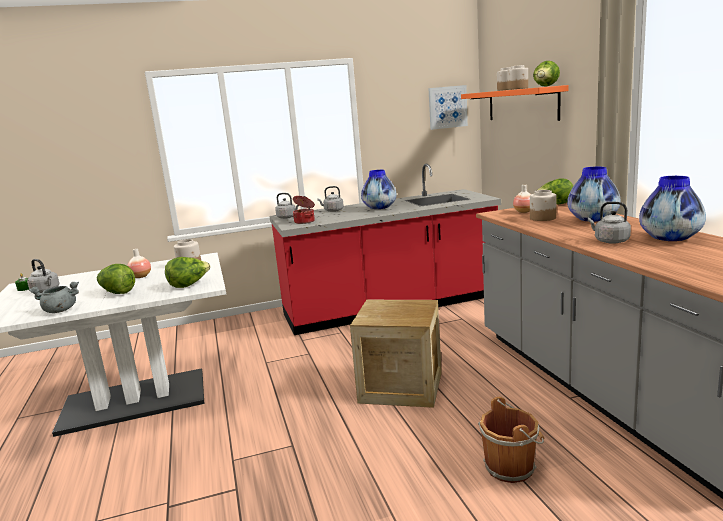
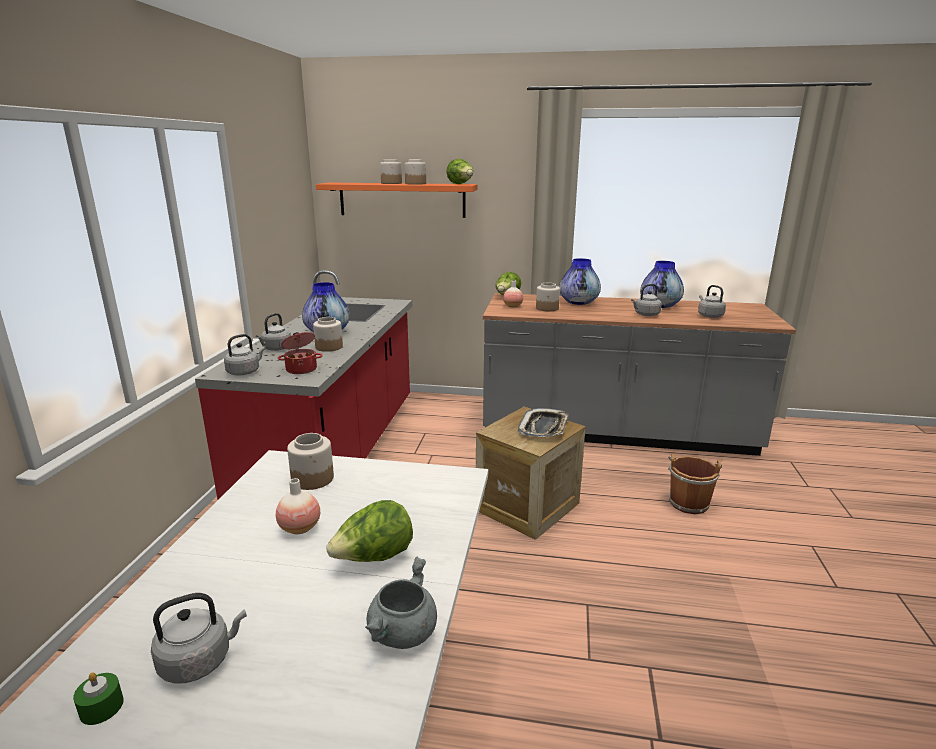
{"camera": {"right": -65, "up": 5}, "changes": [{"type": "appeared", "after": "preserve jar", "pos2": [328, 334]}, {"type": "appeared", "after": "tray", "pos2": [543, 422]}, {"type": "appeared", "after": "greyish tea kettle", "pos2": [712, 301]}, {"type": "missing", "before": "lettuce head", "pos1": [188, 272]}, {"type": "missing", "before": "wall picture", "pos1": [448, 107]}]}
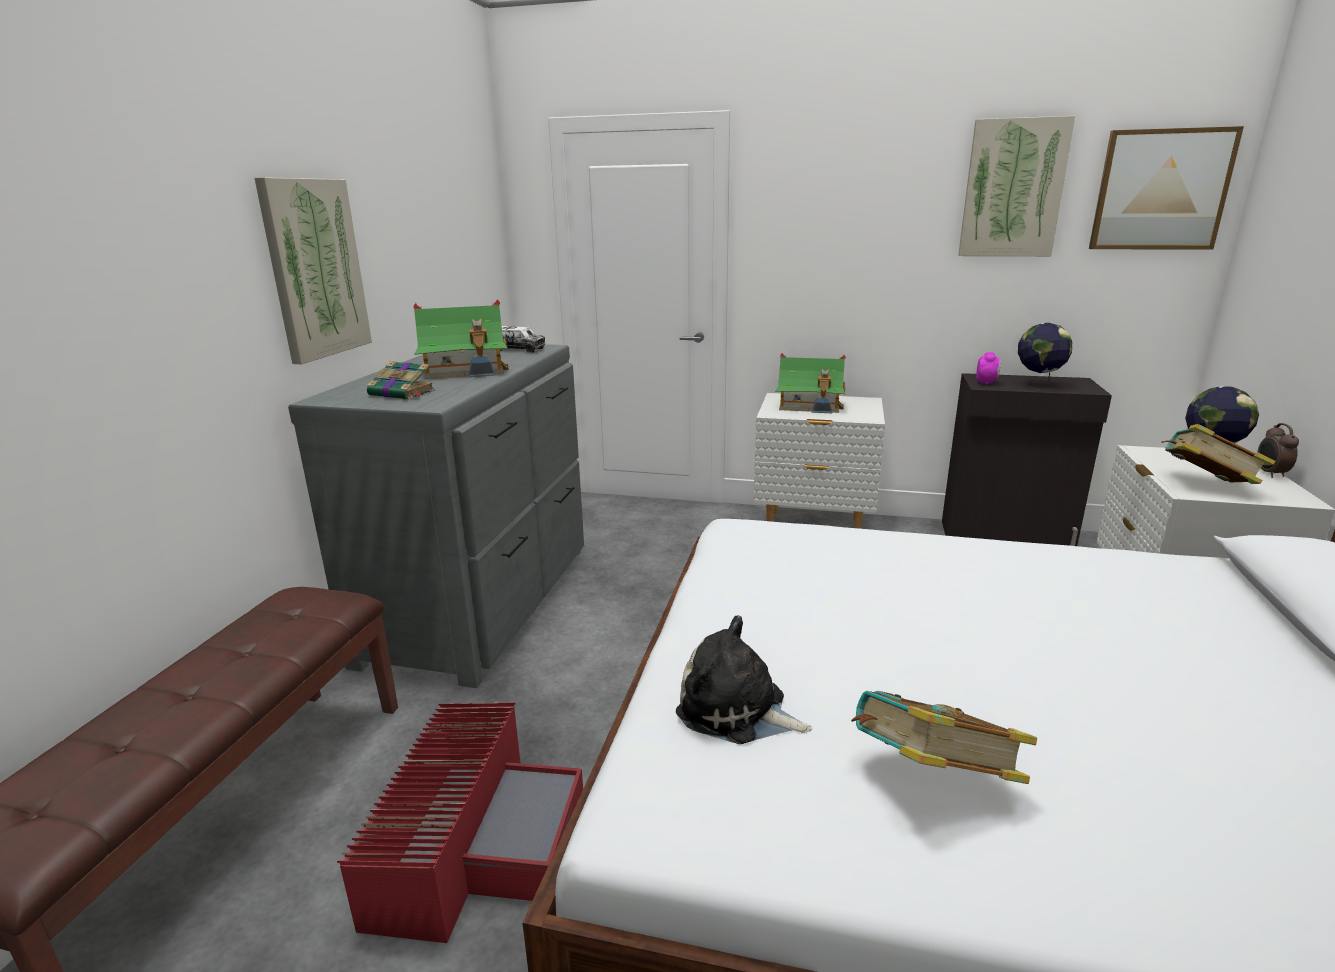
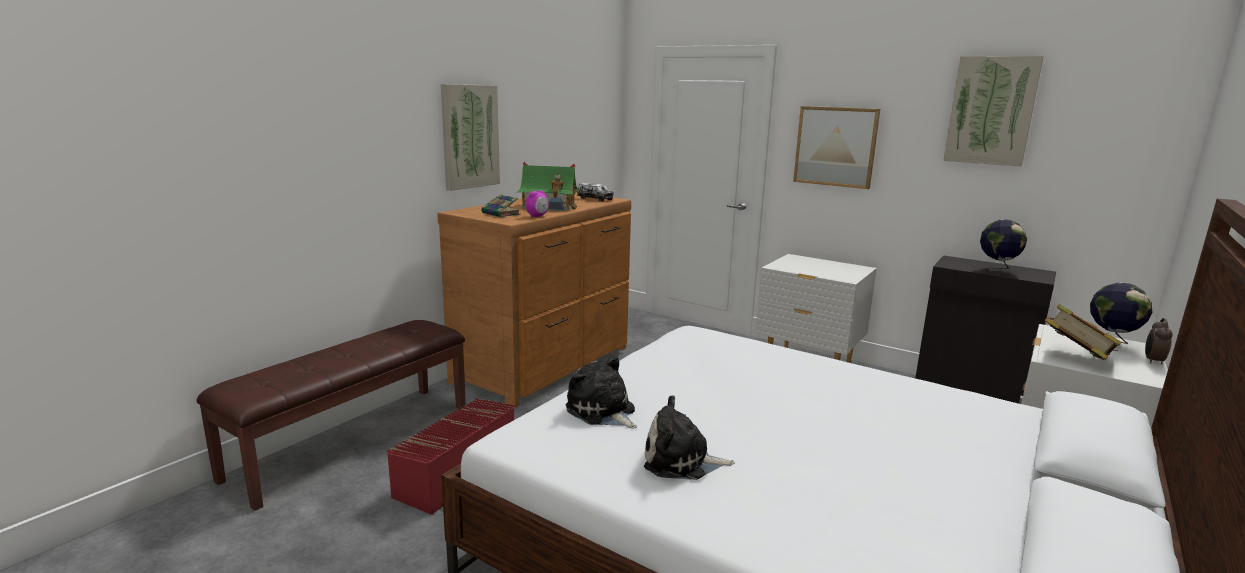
{"camera": {"right": 20, "up": -5}, "changes": [{"type": "colour", "before": "greyish drawer chest", "after": "brown-coloured drawer chest", "pos1": [436, 516], "pos2": [534, 300]}, {"type": "relocated", "before": "table clock", "pos1": [988, 368], "pos2": [537, 203]}, {"type": "exchanged", "before": "volume", "after": "soft toy", "pos1": [944, 737], "pos2": [689, 437]}, {"type": "relocated", "before": "wall picture", "pos1": [1166, 187], "pos2": [836, 147]}, {"type": "missing", "before": "toy house", "pos1": [810, 383]}]}
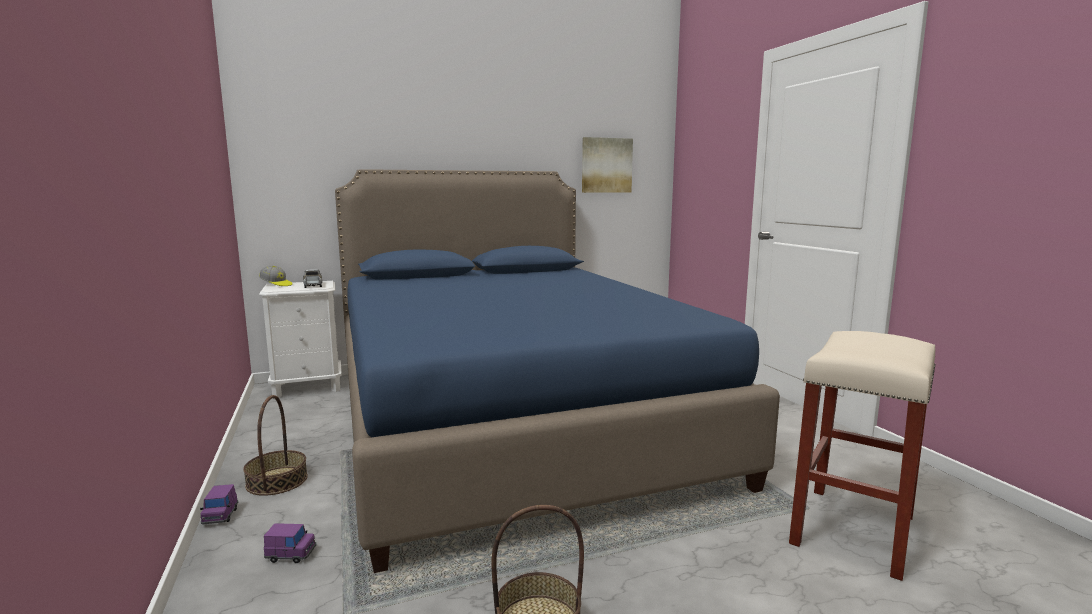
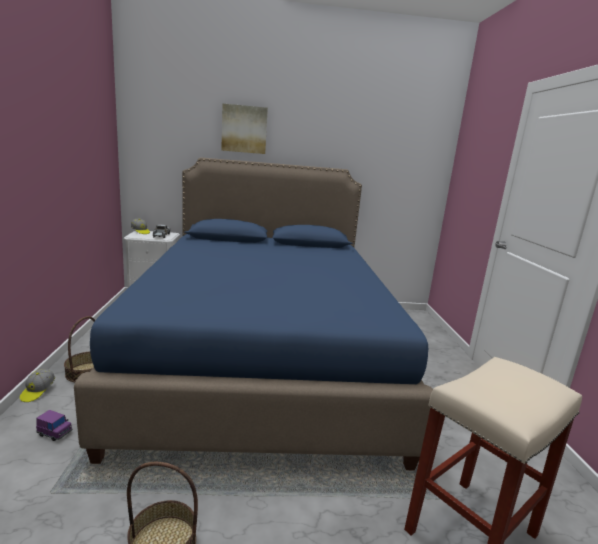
{"camera": {"right": 15, "up": 5}, "changes": [{"type": "exchanged", "before": "purple-coloured model car", "after": "peaked cap", "pos1": [219, 504], "pos2": [37, 385]}, {"type": "relocated", "before": "wall picture", "pos1": [607, 165], "pos2": [244, 129]}]}
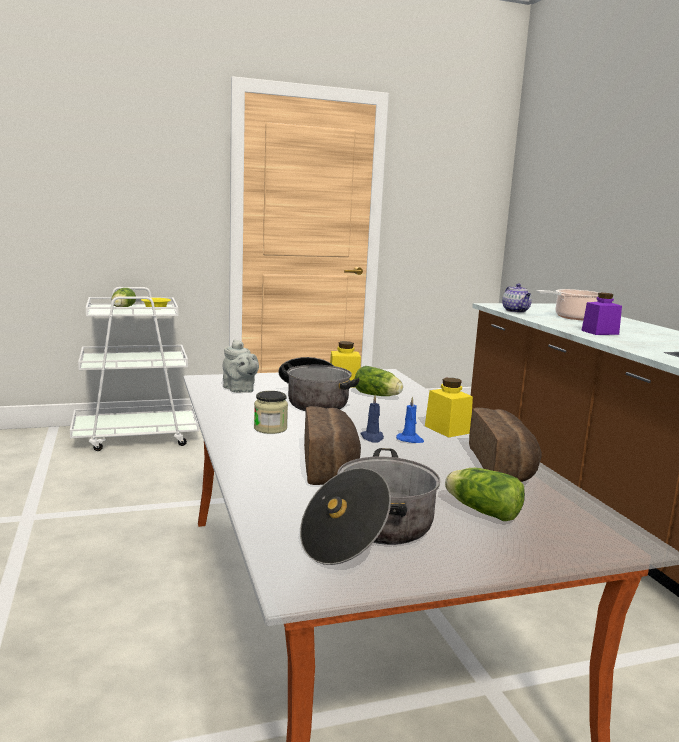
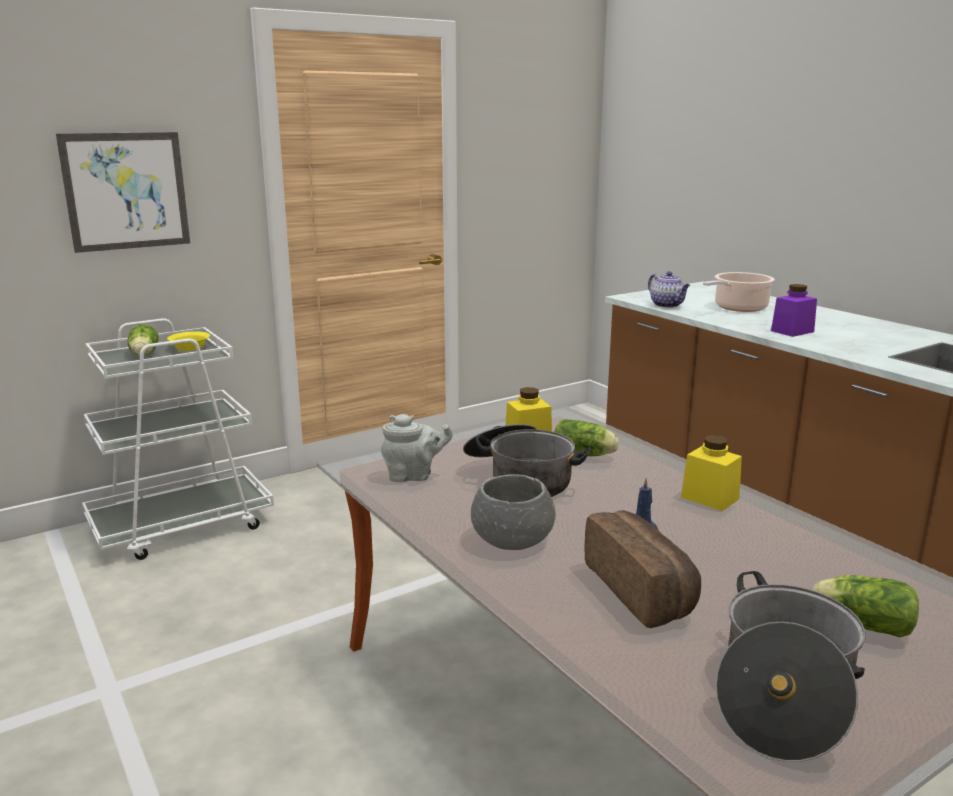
{"camera": {"right": -15, "up": 5}, "changes": [{"type": "appeared", "after": "wall picture", "pos2": [123, 192]}, {"type": "spun", "before": "greyish teapot", "pos1": [241, 366], "pos2": [417, 448], "turn": -45}, {"type": "exchanged", "before": "preserve jar", "after": "greyish bowl", "pos1": [271, 412], "pos2": [513, 512]}, {"type": "missing", "before": "blue-coloured candle", "pos1": [410, 420]}, {"type": "missing", "before": "baked bread", "pos1": [505, 445]}]}
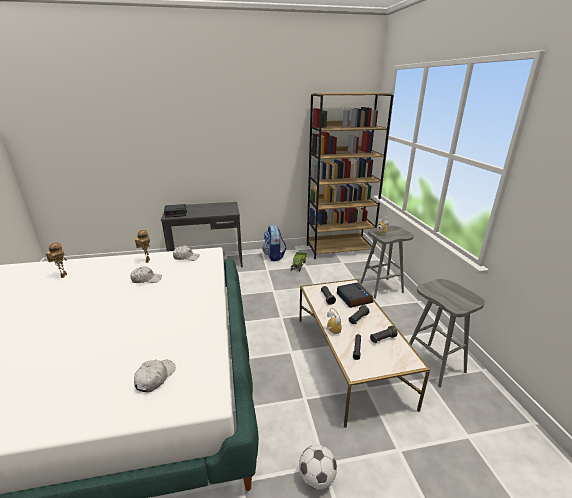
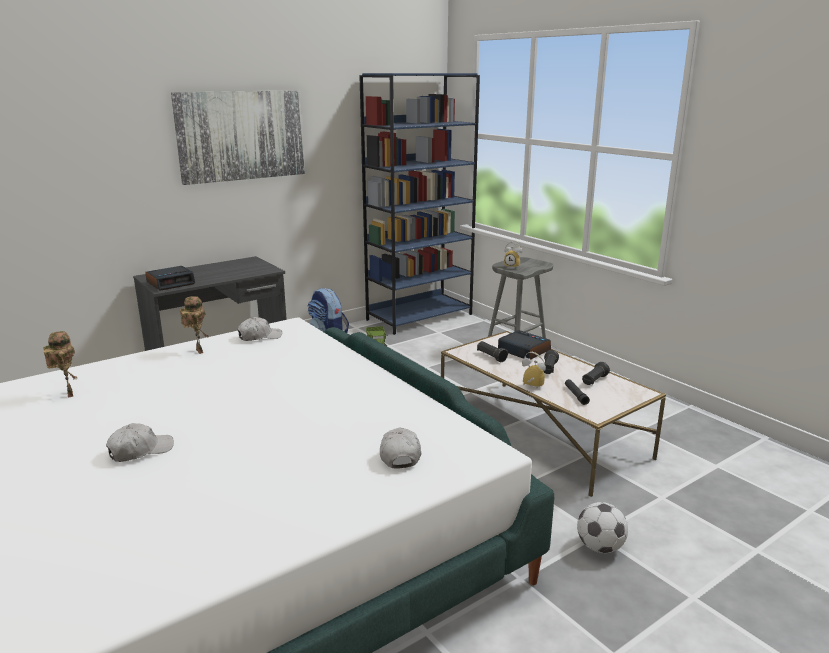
{"camera": {"right": -25, "up": -5}, "changes": [{"type": "relocated", "before": "white-coloured peaked cap", "pos1": [146, 274], "pos2": [140, 442]}, {"type": "appeared", "after": "wall picture", "pos2": [238, 137]}, {"type": "colour", "before": "brown-coloured shelving unit", "after": "blue-coloured shelving unit", "pos1": [350, 176], "pos2": [419, 204]}, {"type": "missing", "before": "greyish stool seat", "pos1": [447, 333]}]}
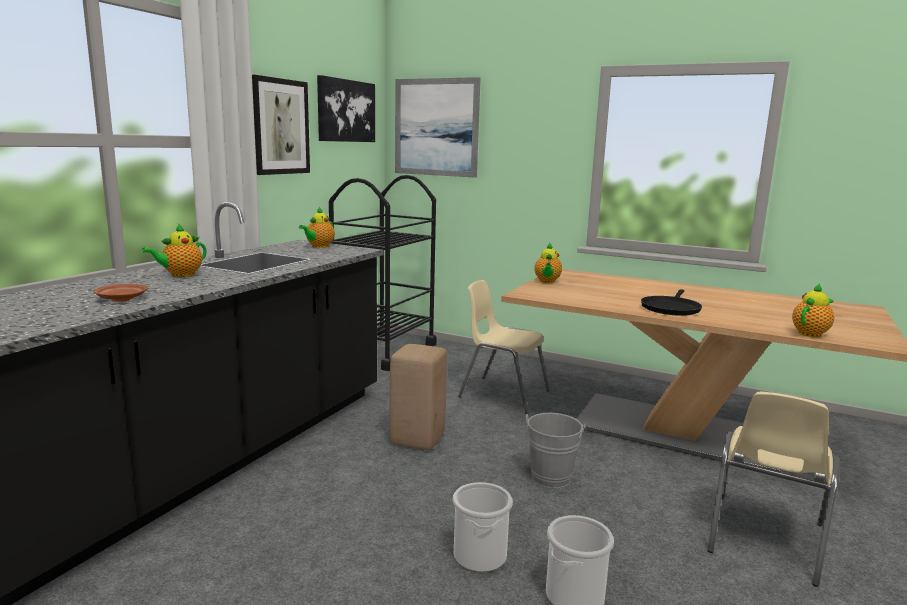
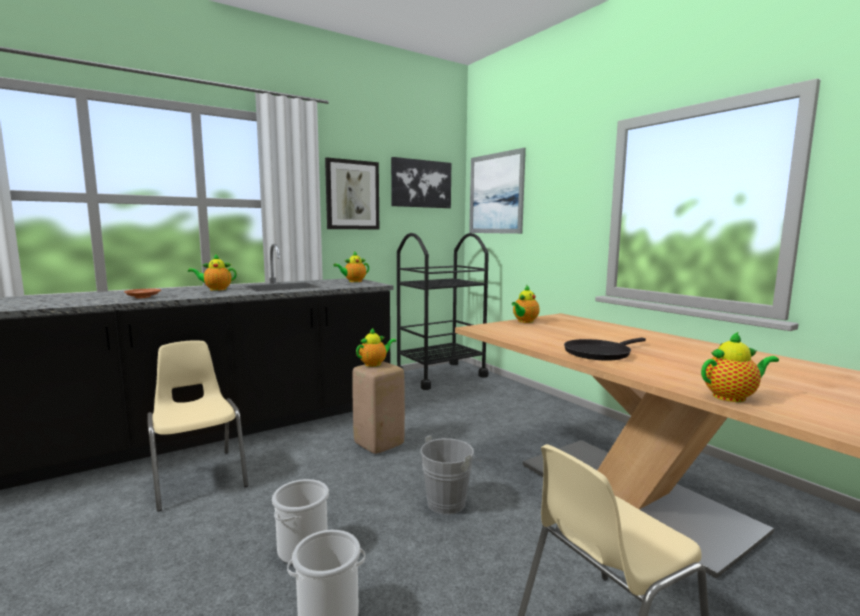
{"camera": {"right": 30, "up": -5}, "changes": [{"type": "relocated", "before": "beige-coloured chair", "pos1": [504, 347], "pos2": [197, 426]}, {"type": "appeared", "after": "teapot", "pos2": [376, 347]}]}
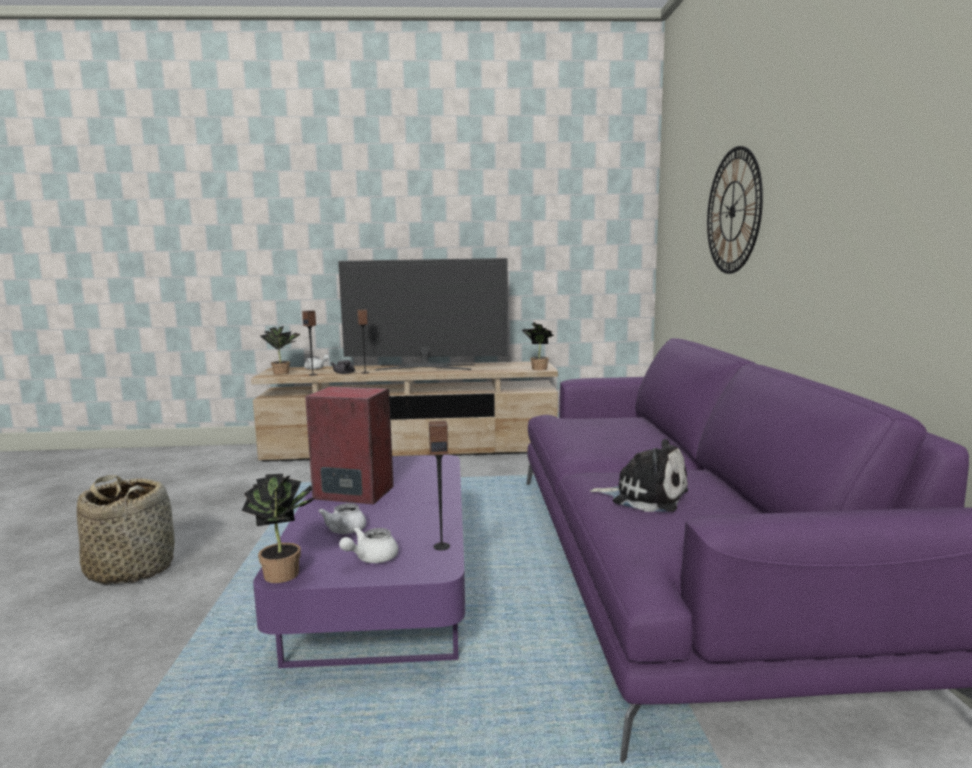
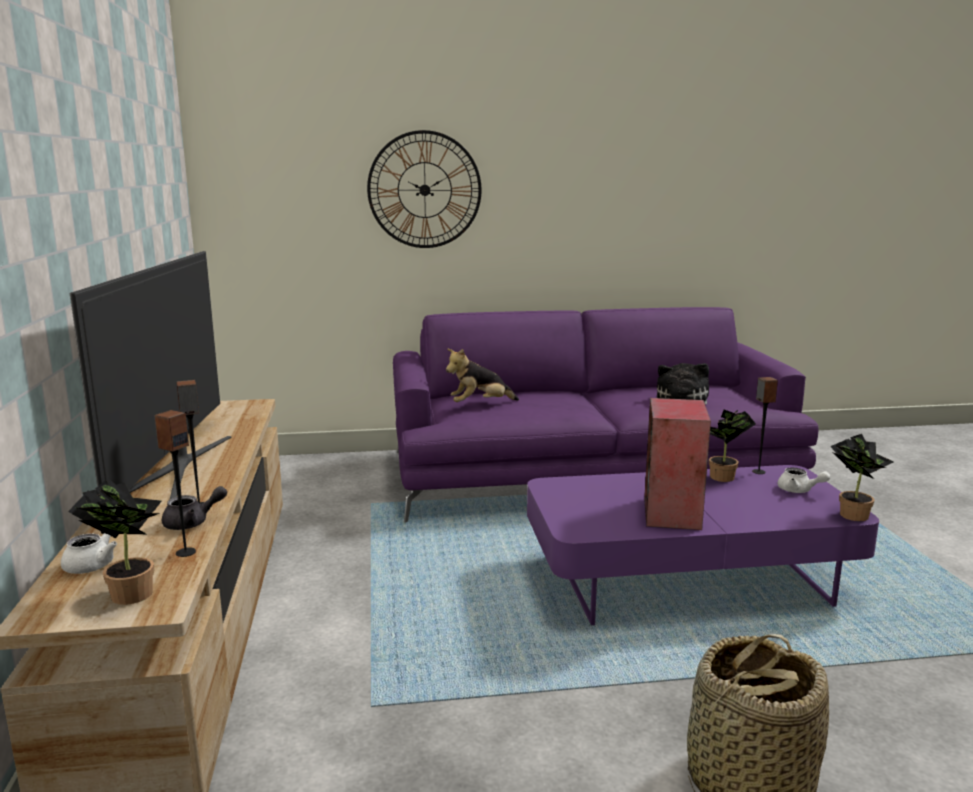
{"camera": {"right": -95, "up": 5}, "changes": [{"type": "appeared", "after": "soft toy", "pos2": [482, 375]}, {"type": "relocated", "before": "plant in a pot", "pos1": [538, 346], "pos2": [732, 445]}, {"type": "missing", "before": "white-coloured teapot", "pos1": [342, 518]}]}
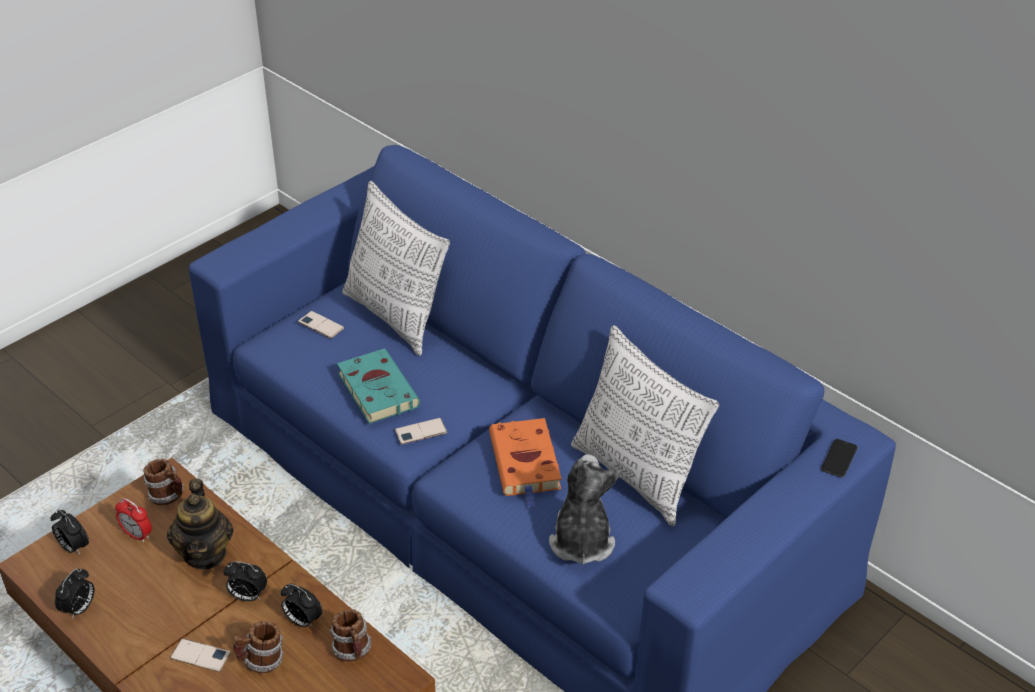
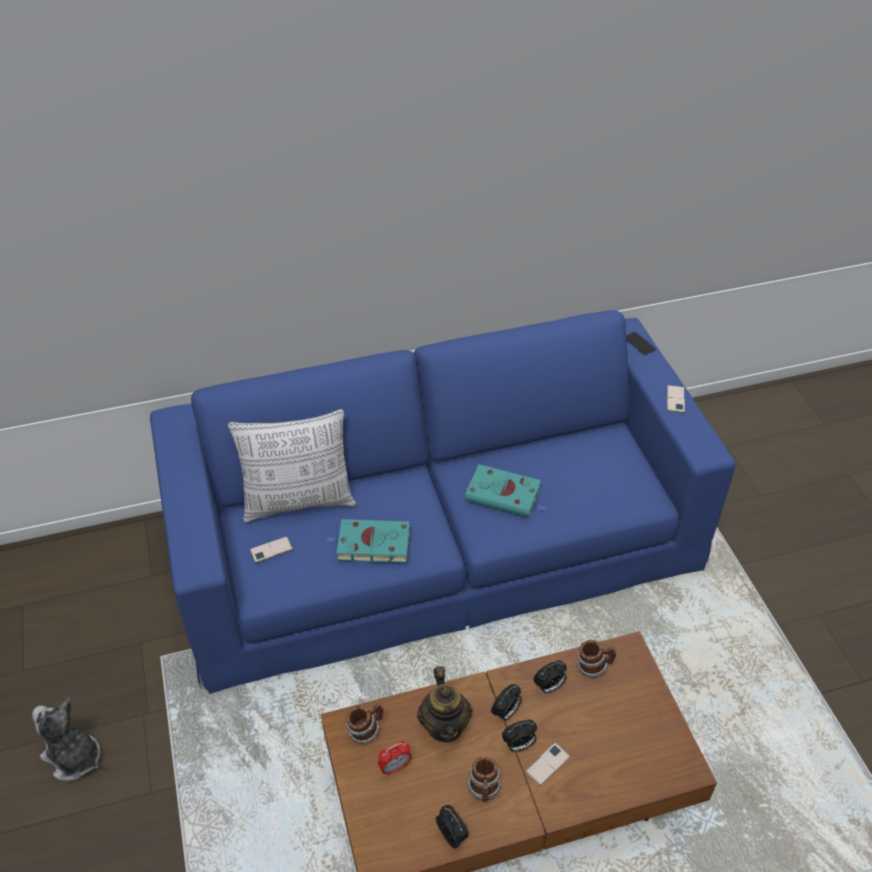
{"camera": {"right": -60, "up": 5}, "changes": [{"type": "relocated", "before": "soft toy", "pos1": [584, 509], "pos2": [66, 739]}, {"type": "spun", "before": "teapot", "pos1": [200, 524], "pos2": [445, 704], "turn": 60}, {"type": "colour", "before": "orange volume", "after": "turquoise-coloured volume", "pos1": [525, 462], "pos2": [506, 490]}, {"type": "relocated", "before": "coffee mug", "pos1": [258, 647], "pos2": [485, 779]}, {"type": "relocated", "before": "table clock", "pos1": [69, 532], "pos2": [519, 735]}, {"type": "relocated", "before": "handset", "pos1": [421, 431], "pos2": [676, 399]}, {"type": "missing", "before": "pillow", "pos1": [645, 425]}]}
